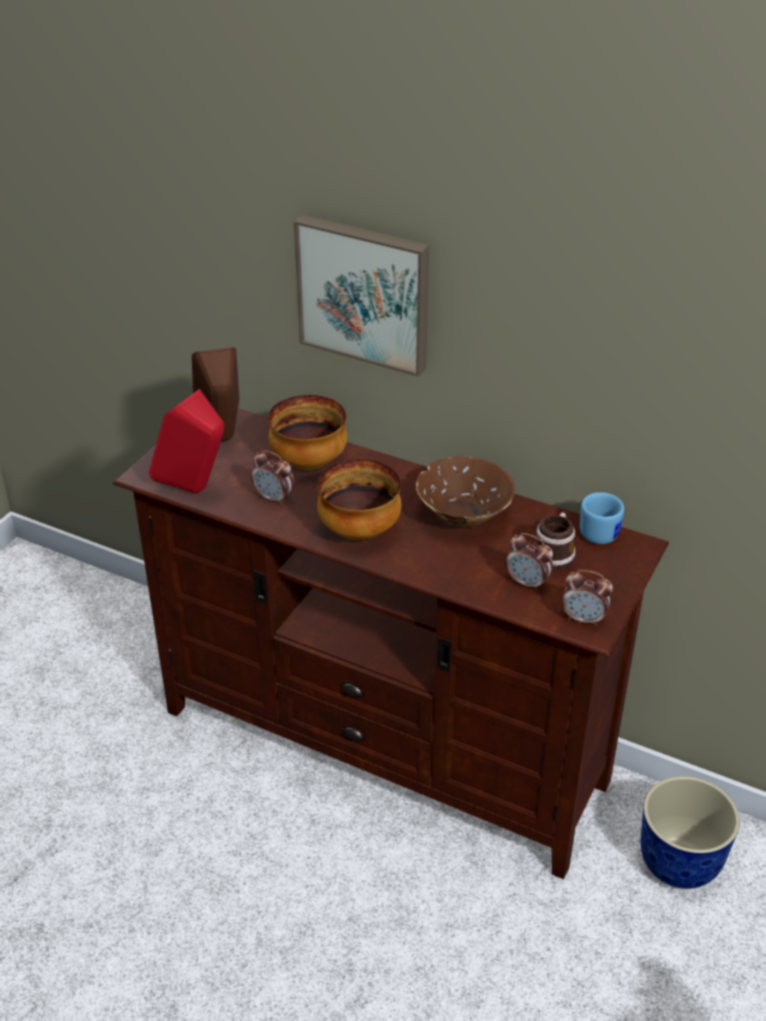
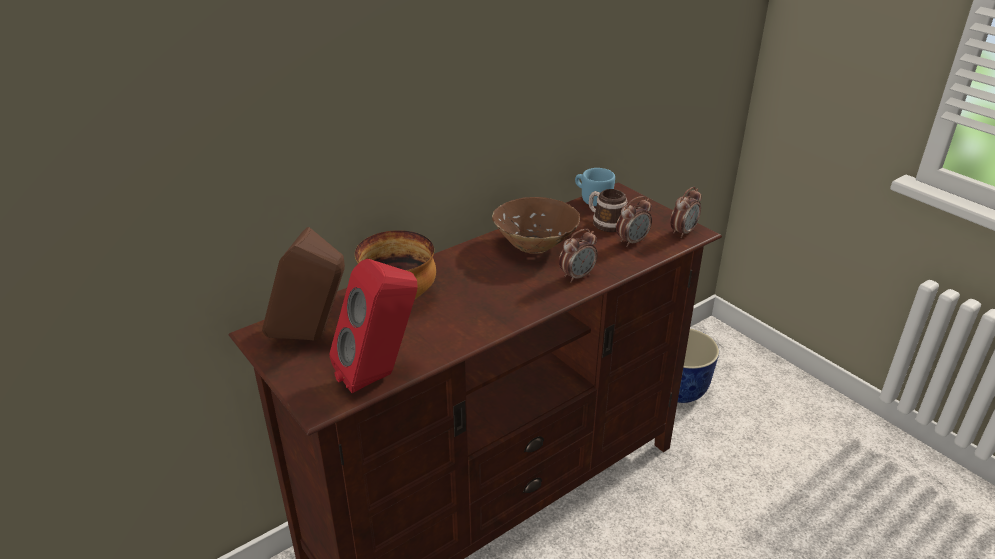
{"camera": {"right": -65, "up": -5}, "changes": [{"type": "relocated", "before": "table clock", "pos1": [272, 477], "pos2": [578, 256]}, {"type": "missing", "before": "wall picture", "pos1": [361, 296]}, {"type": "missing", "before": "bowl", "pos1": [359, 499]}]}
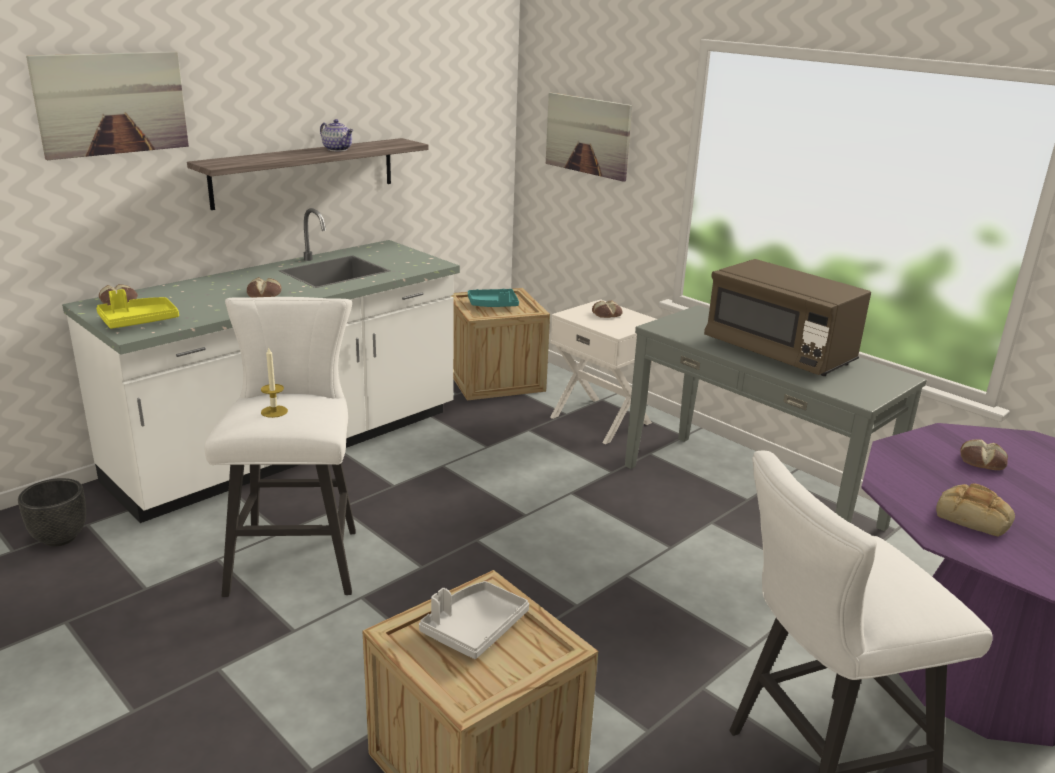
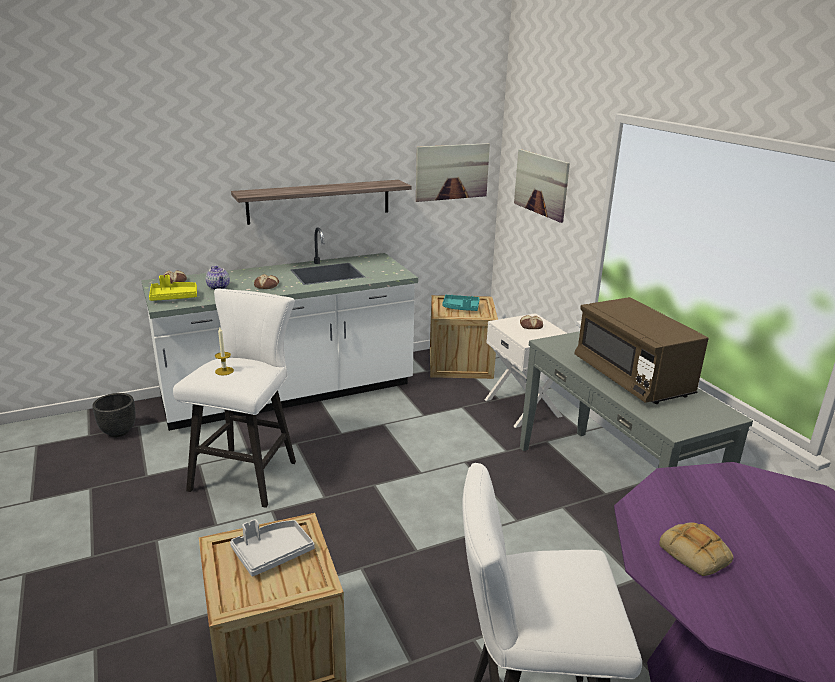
{"camera": {"right": 20, "up": 0}, "changes": [{"type": "relocated", "before": "teapot", "pos1": [336, 135], "pos2": [218, 278]}, {"type": "relocated", "before": "wall picture", "pos1": [107, 106], "pos2": [453, 172]}, {"type": "missing", "before": "baked bread", "pos1": [984, 454]}]}
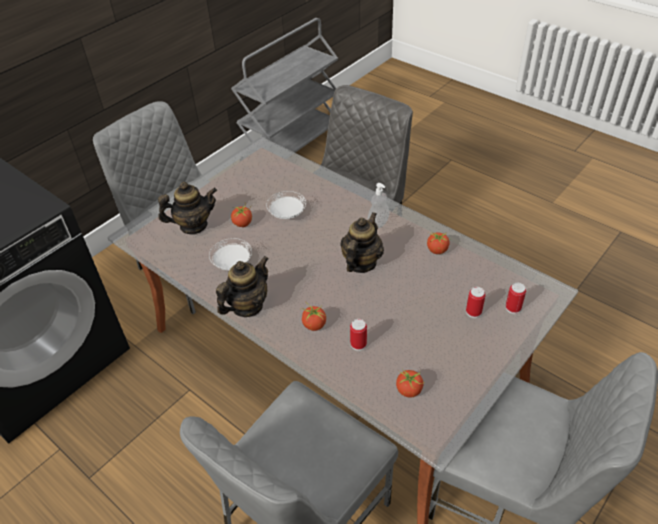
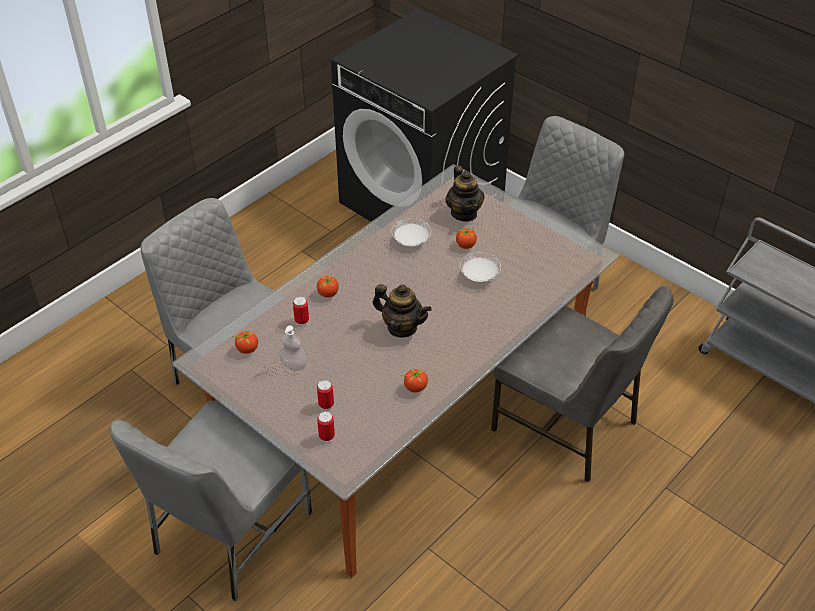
{"camera": {"right": 90, "up": 0}, "changes": [{"type": "relocated", "before": "liquid soap bottle", "pos1": [379, 205], "pos2": [293, 348]}, {"type": "missing", "before": "teapot", "pos1": [242, 286]}]}
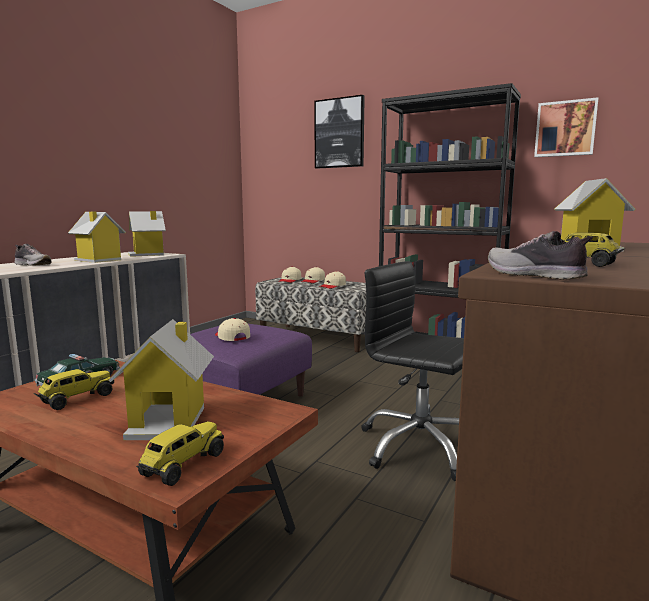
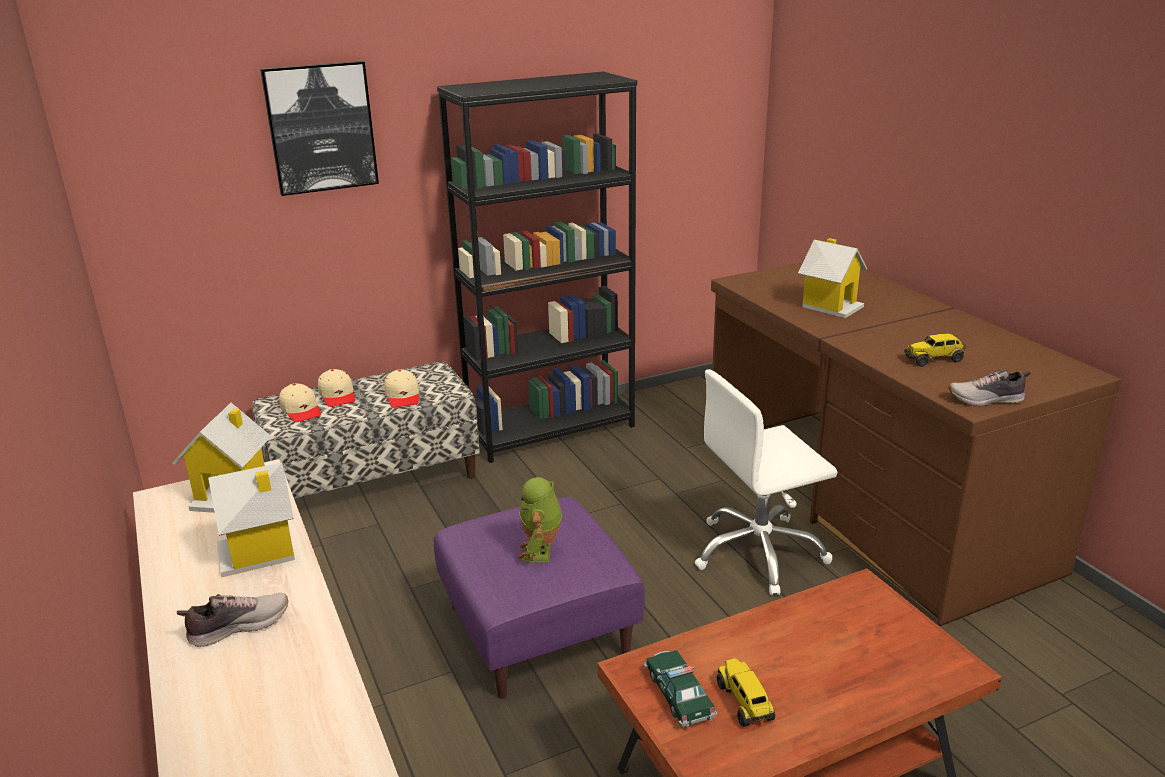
{"camera": {"right": -55, "up": 15}, "changes": [{"type": "exchanged", "before": "beige-coloured peaked cap", "after": "model robot", "pos1": [232, 329], "pos2": [540, 520]}, {"type": "colour", "before": "black-coloured desk chair", "after": "white-coloured desk chair", "pos1": [412, 371], "pos2": [766, 482]}, {"type": "missing", "before": "toy house", "pos1": [161, 379]}, {"type": "missing", "before": "toy truck", "pos1": [180, 453]}, {"type": "missing", "before": "wall picture", "pos1": [566, 127]}]}
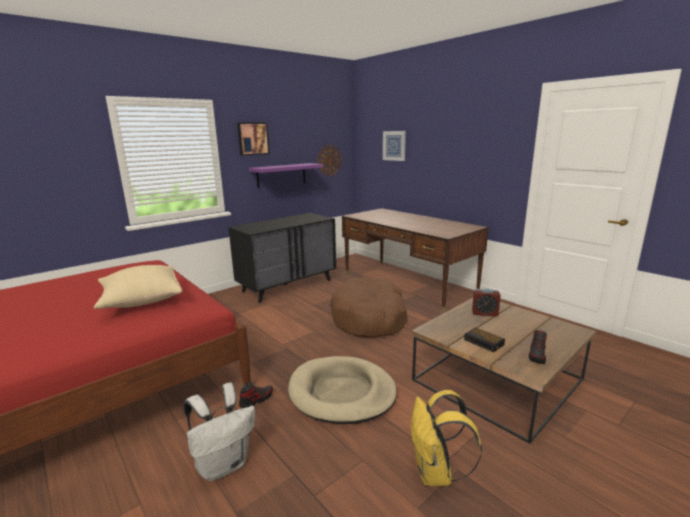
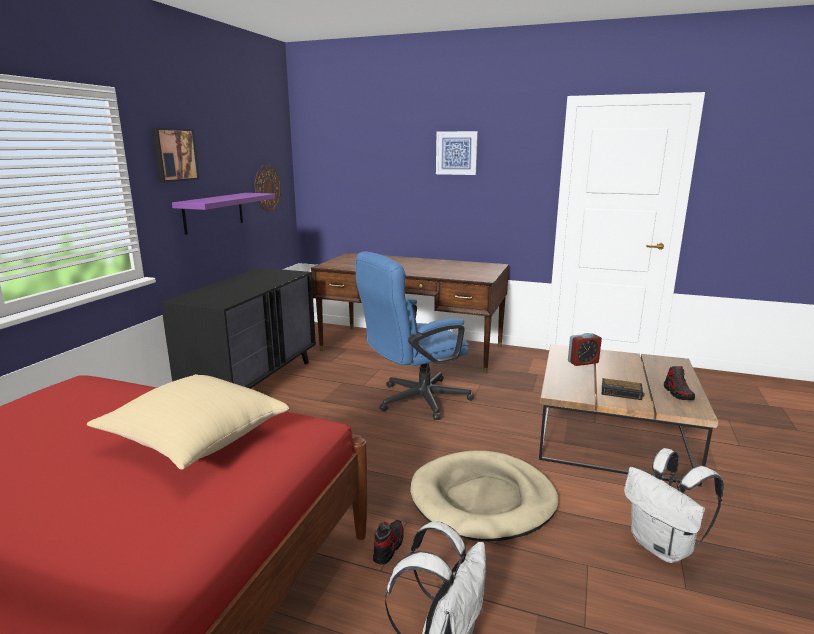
{"camera": {"right": -30, "up": 0}, "changes": [{"type": "exchanged", "before": "brown-coloured pet bed", "after": "blue-coloured desk chair", "pos1": [369, 307], "pos2": [414, 336]}, {"type": "relocated", "before": "wall picture", "pos1": [394, 146], "pos2": [457, 153]}, {"type": "colour", "before": "yellowish rucksack", "after": "white-coloured rucksack", "pos1": [446, 438], "pos2": [674, 505]}]}
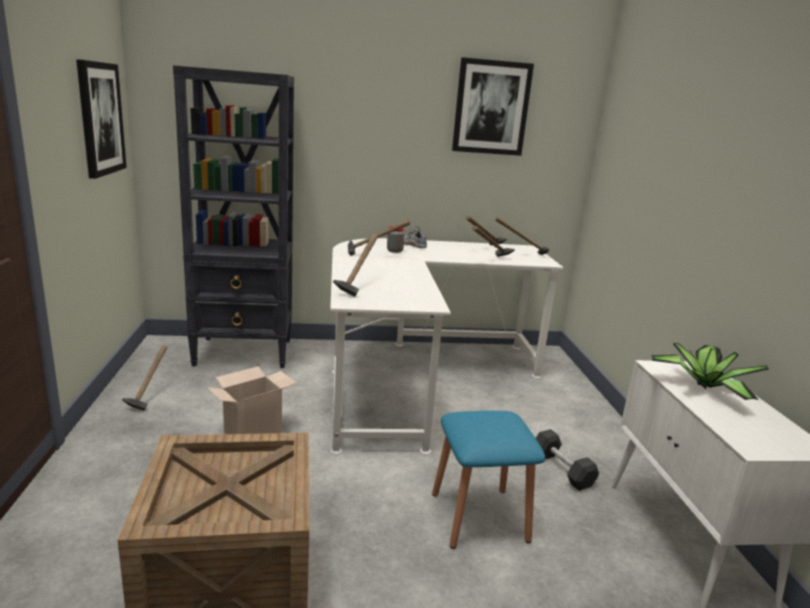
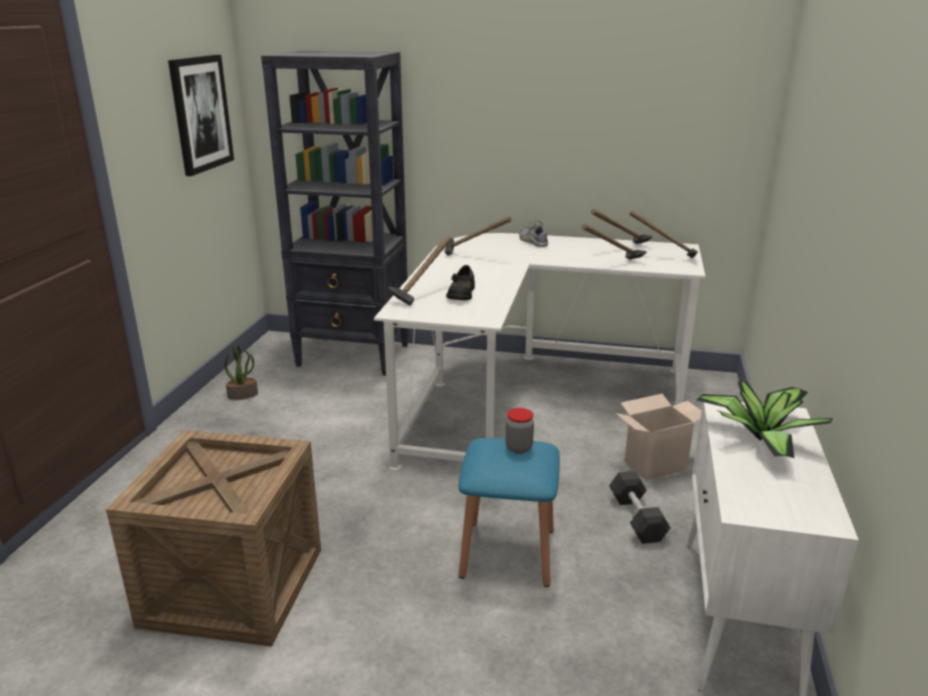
{"camera": {"right": 20, "up": 5}, "changes": [{"type": "exchanged", "before": "tool hammer", "after": "plant in a pot", "pos1": [144, 378], "pos2": [241, 372]}, {"type": "appeared", "after": "black-coloured low shoe", "pos2": [460, 282]}, {"type": "relocated", "before": "preserve jar", "pos1": [395, 239], "pos2": [519, 431]}, {"type": "relocated", "before": "packing box", "pos1": [251, 400], "pos2": [658, 437]}, {"type": "missing", "before": "wall picture", "pos1": [493, 106]}]}
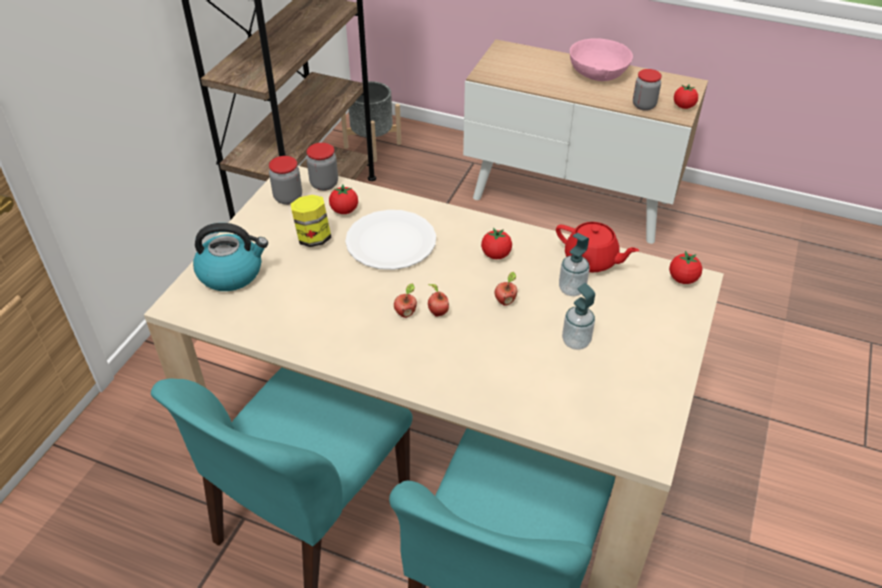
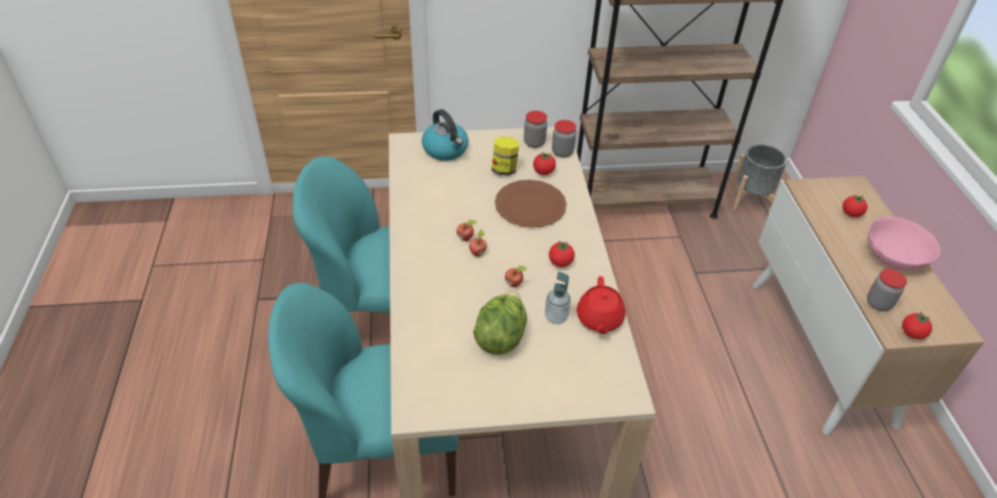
{"camera": {"right": 60, "up": 0}, "changes": [{"type": "exchanged", "before": "liquid soap bottle", "after": "lettuce head", "pos1": [578, 316], "pos2": [500, 323]}, {"type": "colour", "before": "white-coloured dinner plate", "after": "brown-coloured dinner plate", "pos1": [390, 240], "pos2": [531, 203]}, {"type": "relocated", "before": "whole tomato", "pos1": [685, 267], "pos2": [854, 205]}]}
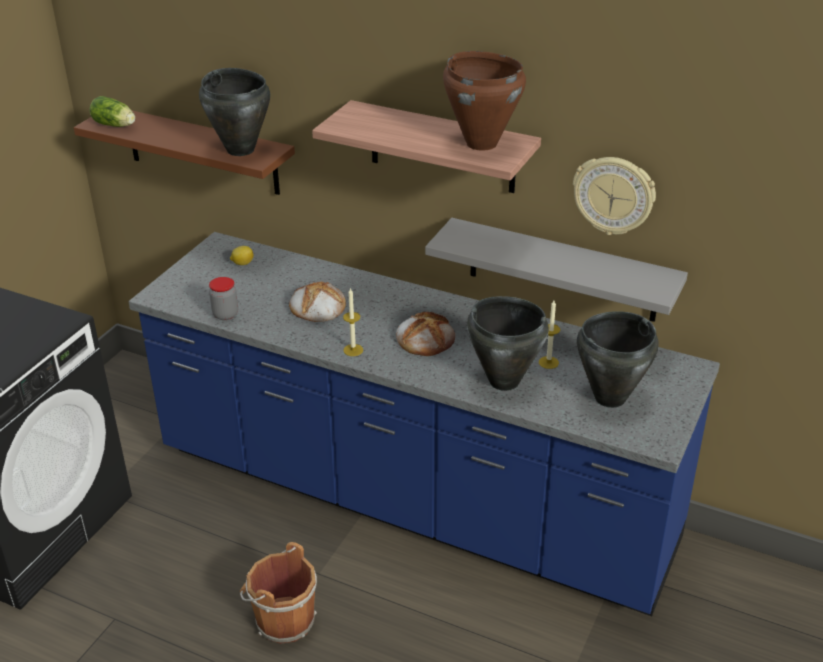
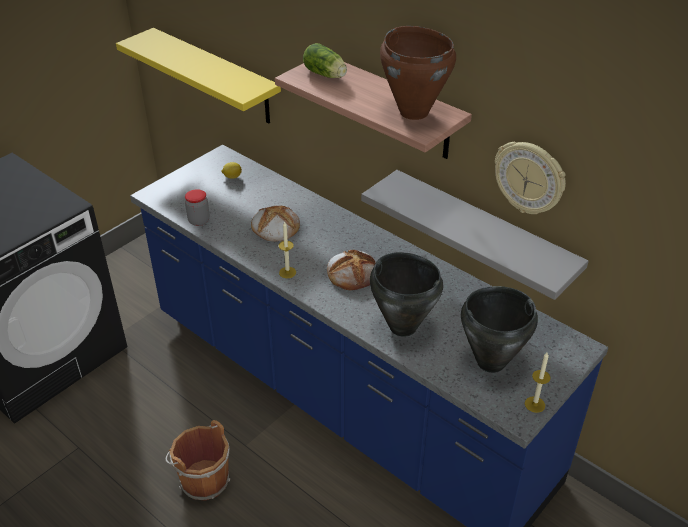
{"camera": {"right": 15, "up": 5}, "changes": [{"type": "colour", "before": "brown-coloured wall shelf", "after": "yellowish wall shelf", "pos1": [184, 153], "pos2": [198, 75]}, {"type": "relocated", "before": "lettuce head", "pos1": [112, 111], "pos2": [325, 60]}, {"type": "relocated", "before": "candle", "pos1": [549, 335], "pos2": [538, 383]}, {"type": "missing", "before": "black-coloured saucepot", "pos1": [234, 112]}]}
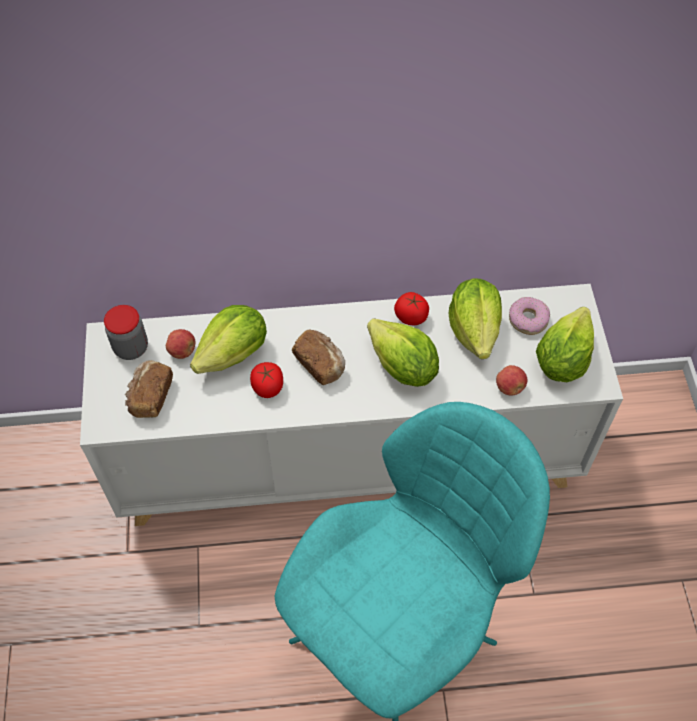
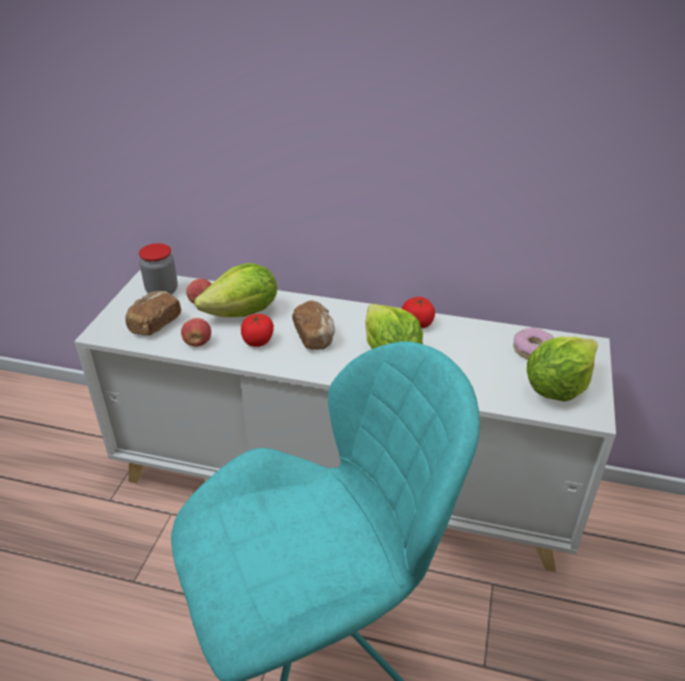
{"camera": {"right": 20, "up": -20}, "changes": [{"type": "relocated", "before": "apple", "pos1": [511, 380], "pos2": [196, 332]}, {"type": "missing", "before": "lettuce head", "pos1": [475, 318]}]}
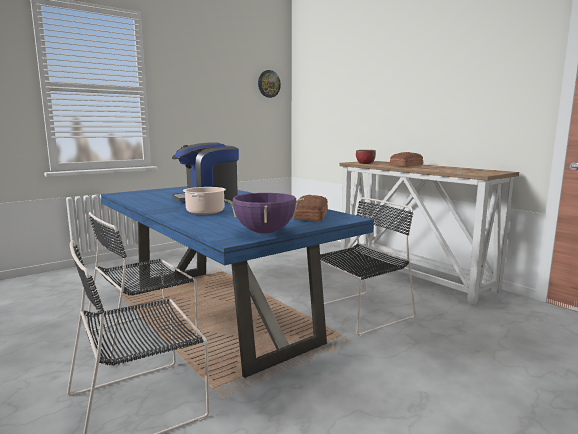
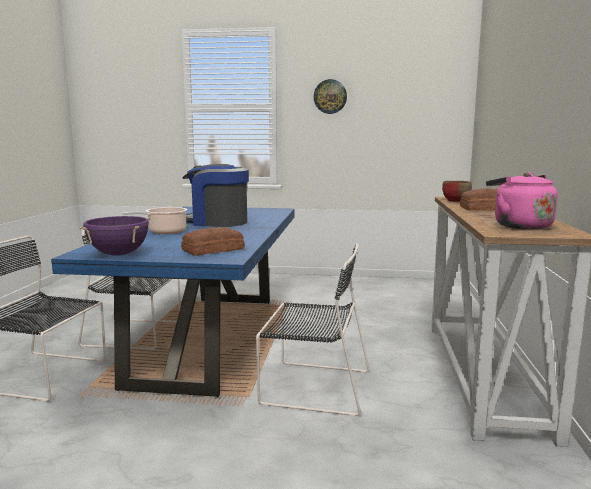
{"camera": {"right": 45, "up": 0}, "changes": [{"type": "relocated", "before": "hanging clock", "pos1": [269, 84], "pos2": [330, 96]}, {"type": "appeared", "after": "pinkish tea kettle", "pos2": [521, 200]}]}
